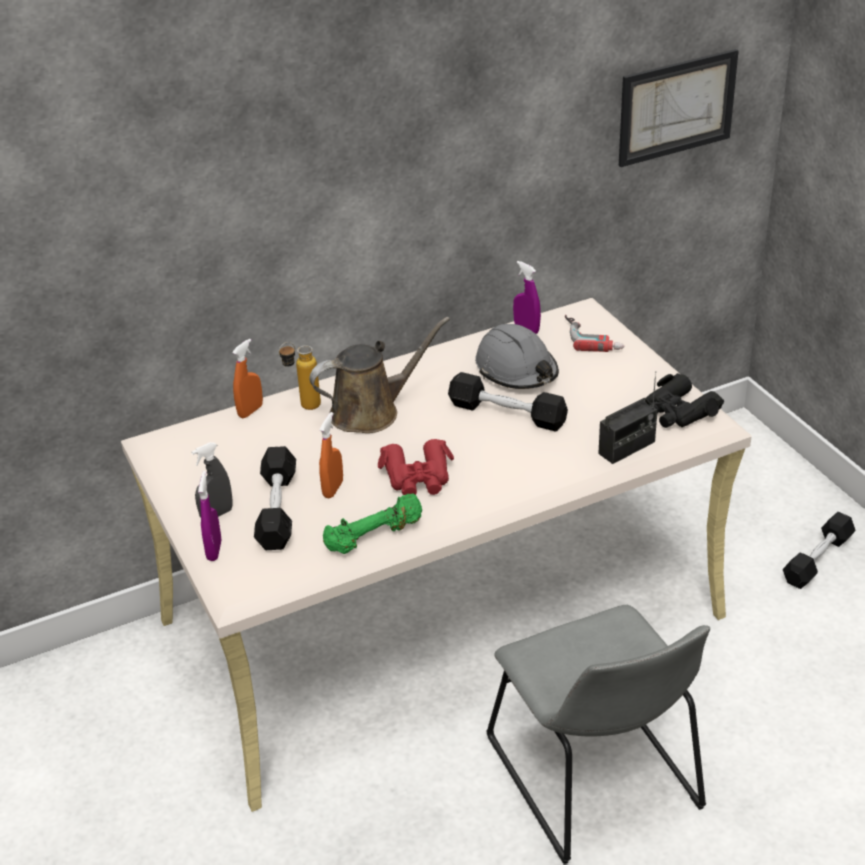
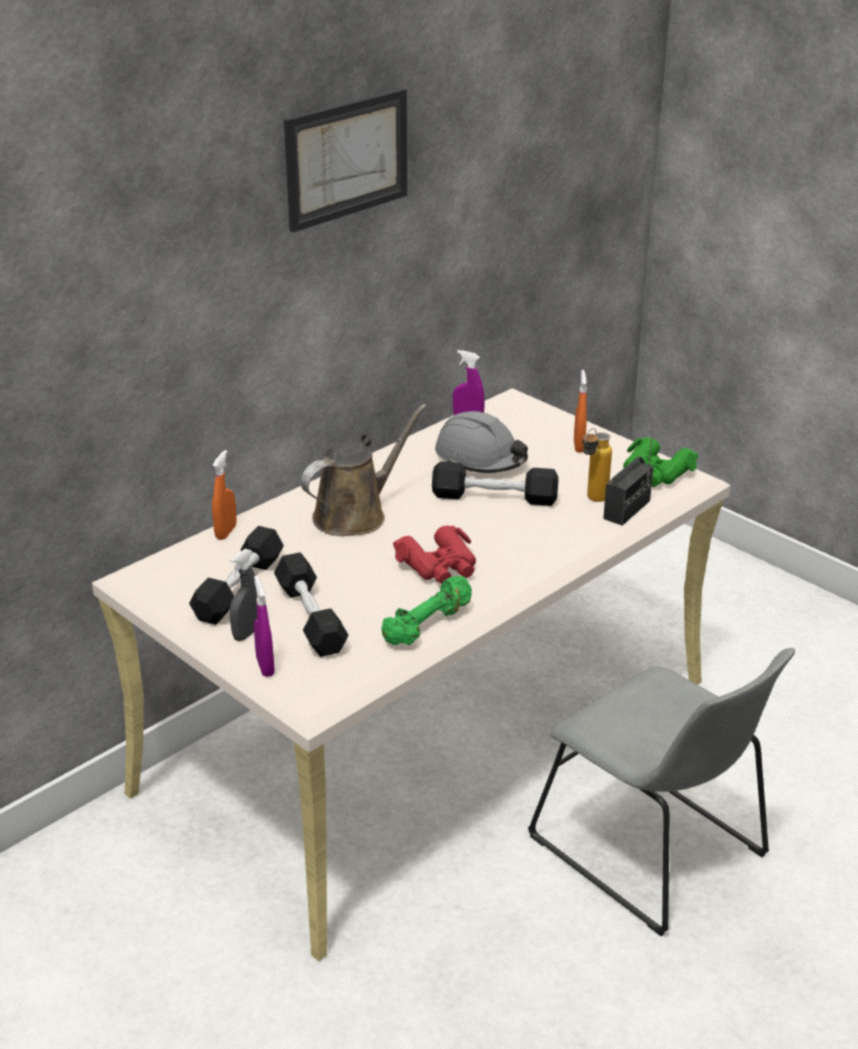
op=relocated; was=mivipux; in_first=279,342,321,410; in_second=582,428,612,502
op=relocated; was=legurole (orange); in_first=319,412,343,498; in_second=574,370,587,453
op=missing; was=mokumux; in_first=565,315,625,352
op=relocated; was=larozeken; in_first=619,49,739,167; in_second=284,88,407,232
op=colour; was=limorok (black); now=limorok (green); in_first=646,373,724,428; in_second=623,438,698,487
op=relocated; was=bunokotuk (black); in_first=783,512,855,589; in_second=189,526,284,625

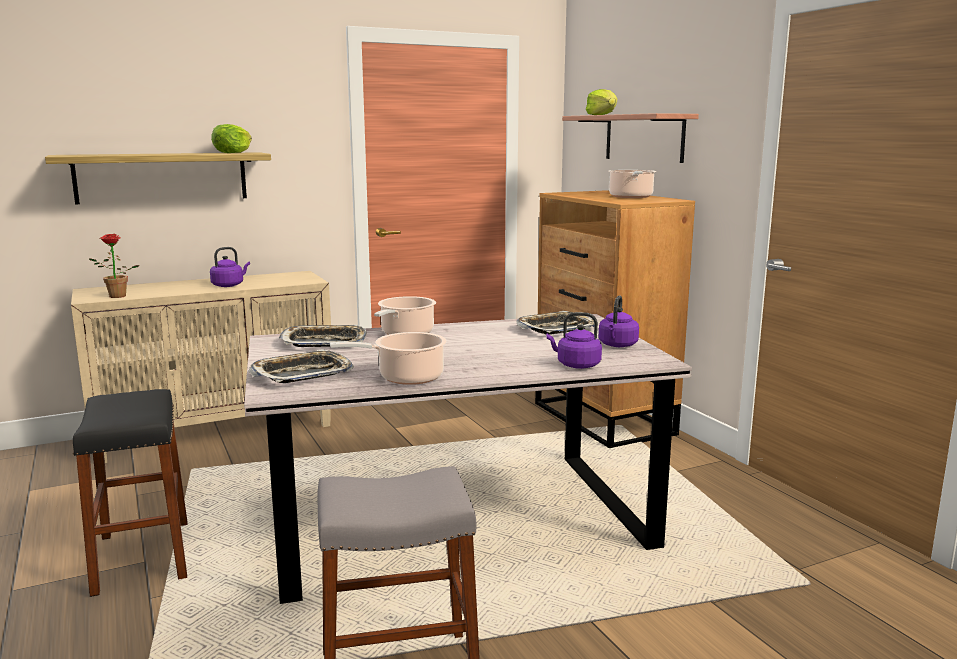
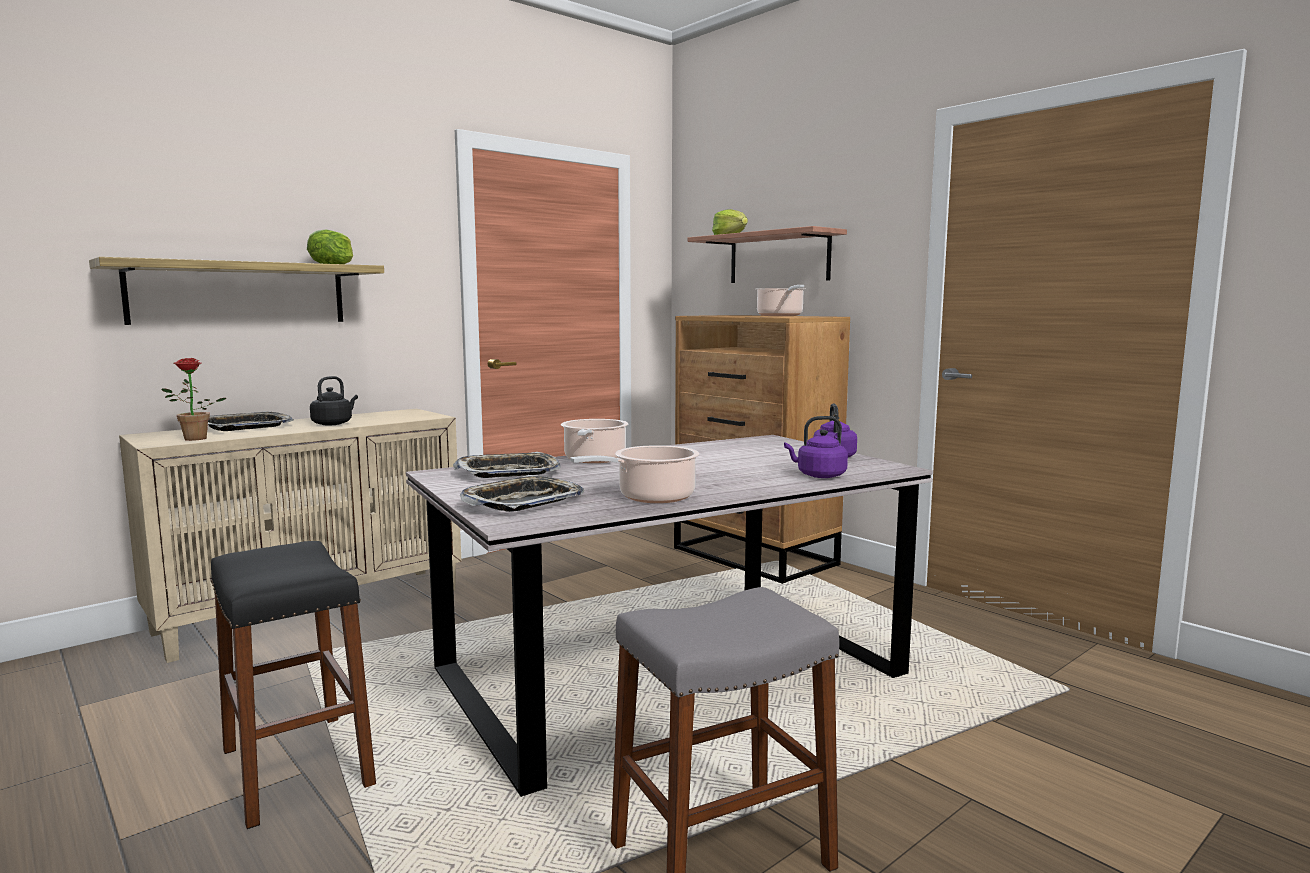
op=colour; was=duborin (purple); now=duborin (black); in_first=210,247,250,287; in_second=310,376,358,425
op=relocated; was=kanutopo; in_first=516,311,595,335; in_second=208,411,294,431

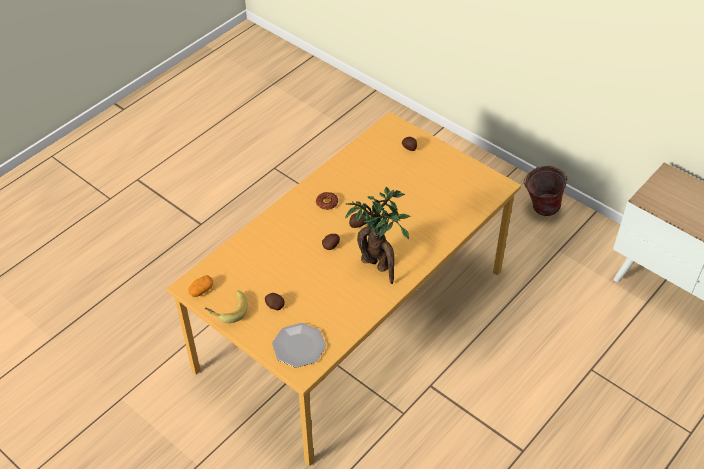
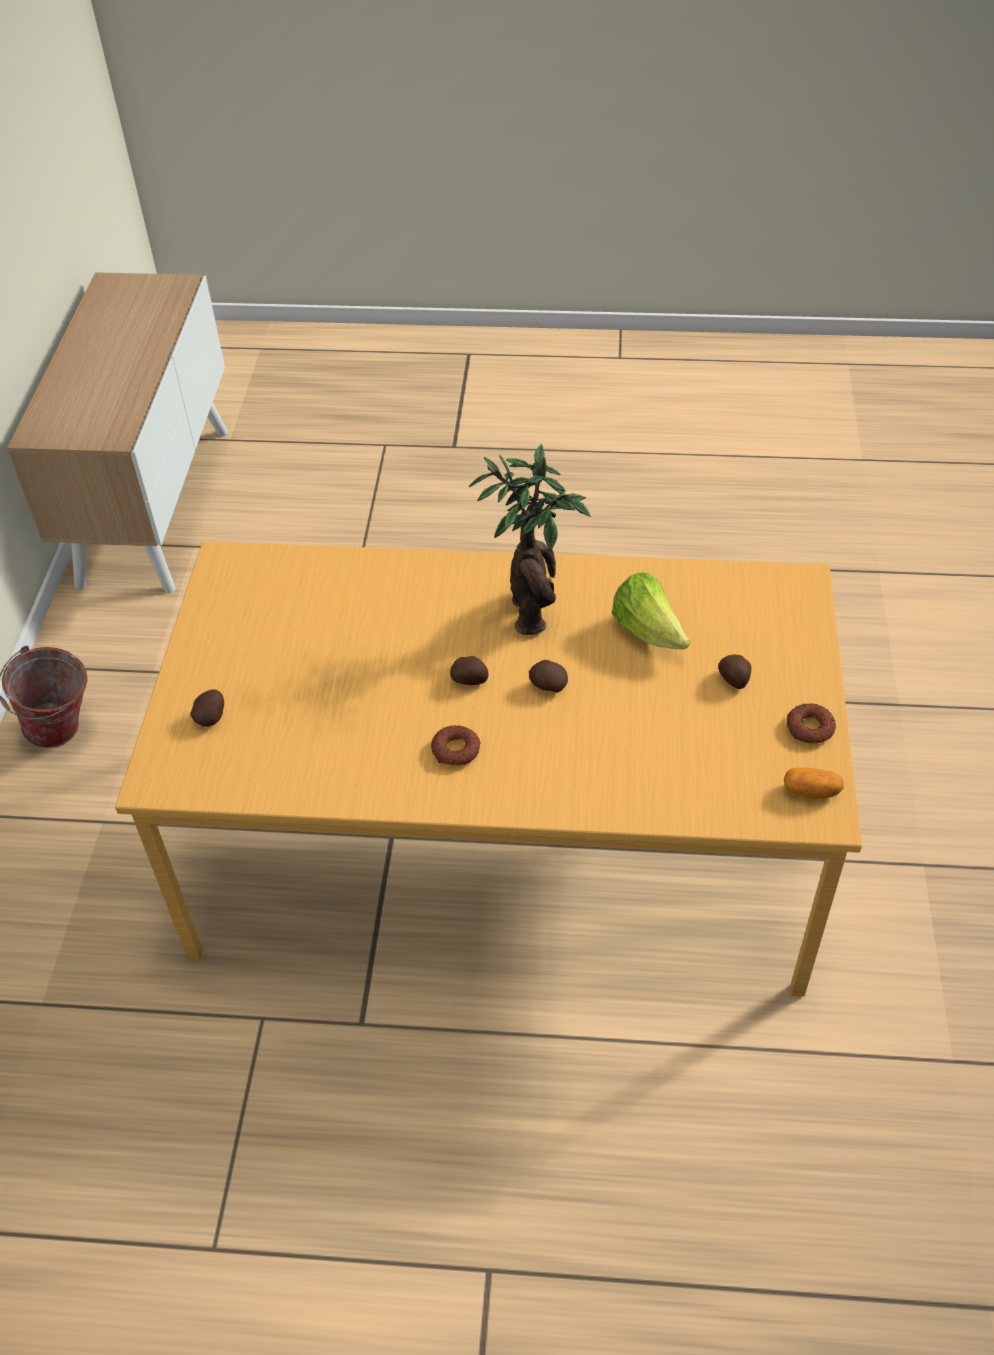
op=exchanged; was=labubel; now=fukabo; in_first=204,291,248,323; in_second=787,703,836,744
op=missing; was=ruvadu; in_first=272,323,326,368
op=appeared; now=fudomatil; in_second=612,572,690,650

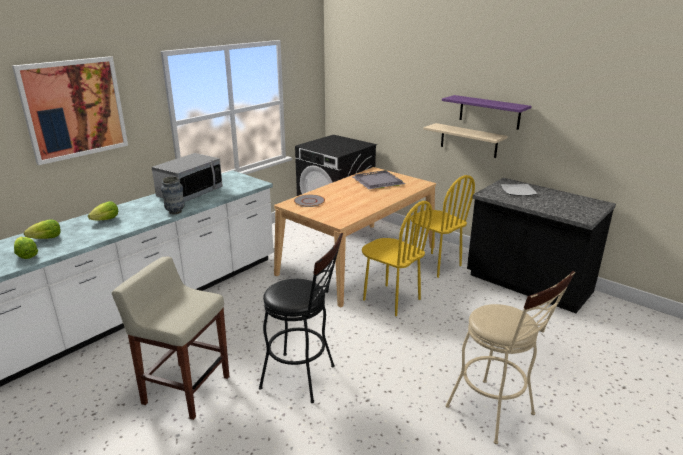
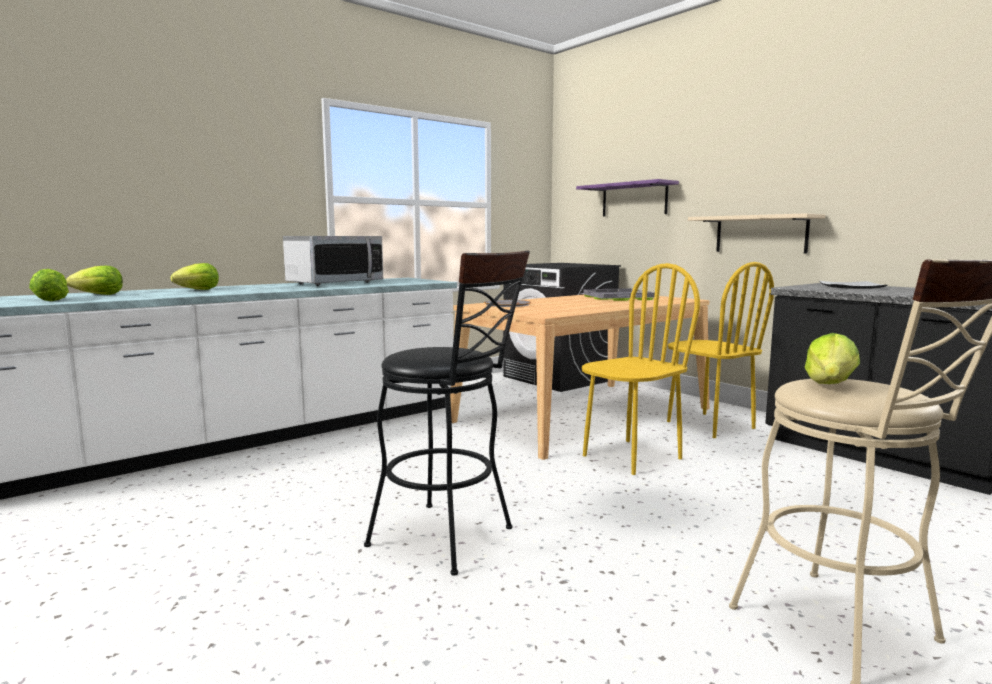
op=missing; was=larozeken; in_first=12,56,128,165
op=missing; was=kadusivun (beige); in_first=112,257,229,420
op=missing; was=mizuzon; in_first=161,177,185,214
op=spun; was=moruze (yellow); in_first=362,201,432,316; in_second=582,263,700,475; clockwise=-90
op=relocated; was=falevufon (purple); in_first=442,95,532,130; in_second=576,179,679,217
op=appeared; now=fudomatil; in_second=805,333,860,384

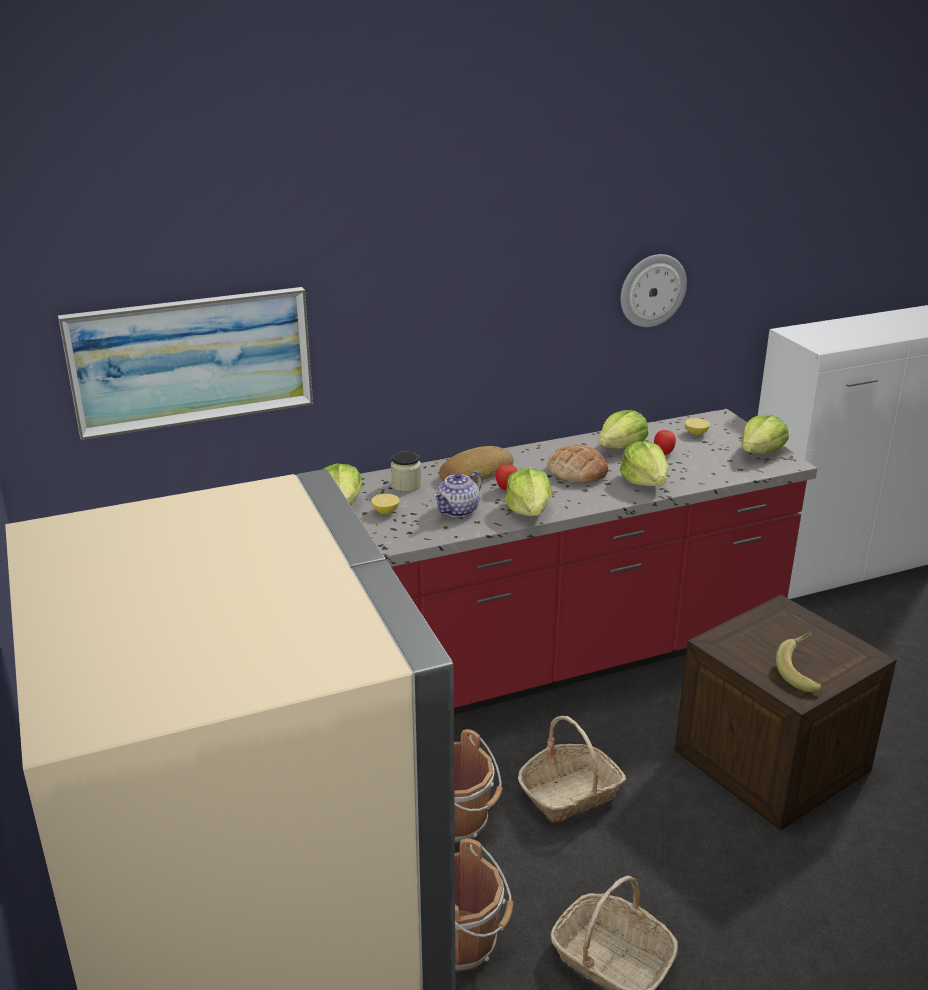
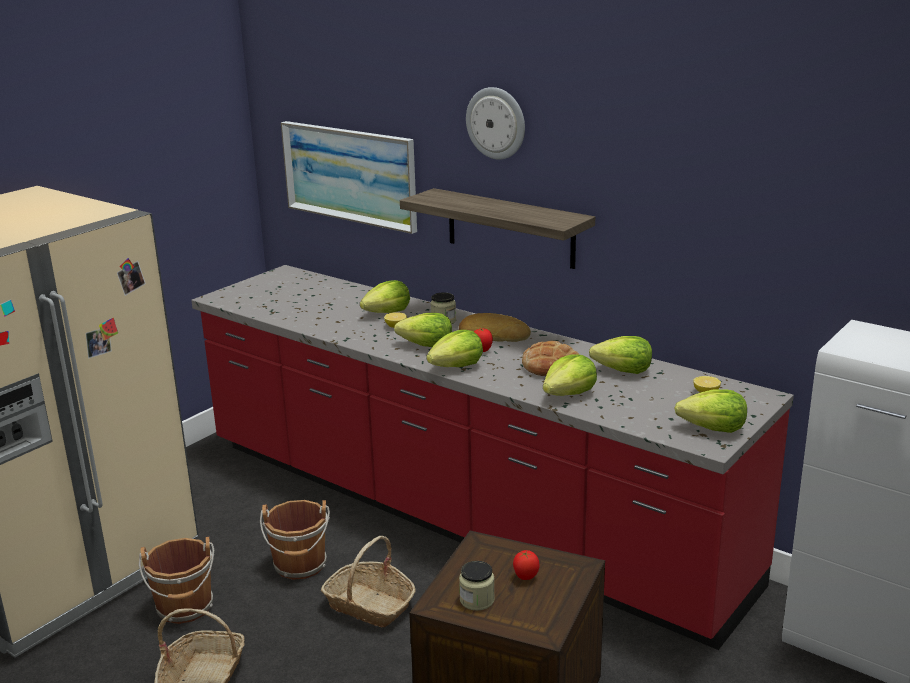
op=exchanged; was=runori; now=fudomatil; in_first=433,471,482,517; in_second=394,313,452,347
op=relocated; was=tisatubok; in_first=621,254,687,327; in_second=466,87,525,160
op=relocated; was=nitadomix; in_first=654,430,676,455; in_second=513,550,539,580
op=exchanged; was=labubel; now=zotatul; in_first=776,630,822,692; in_second=459,561,495,611
op=appeared; now=falevufon; in_second=400,188,595,269

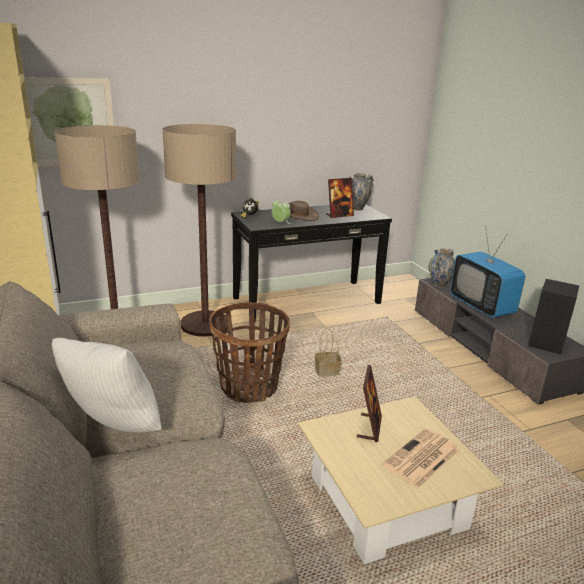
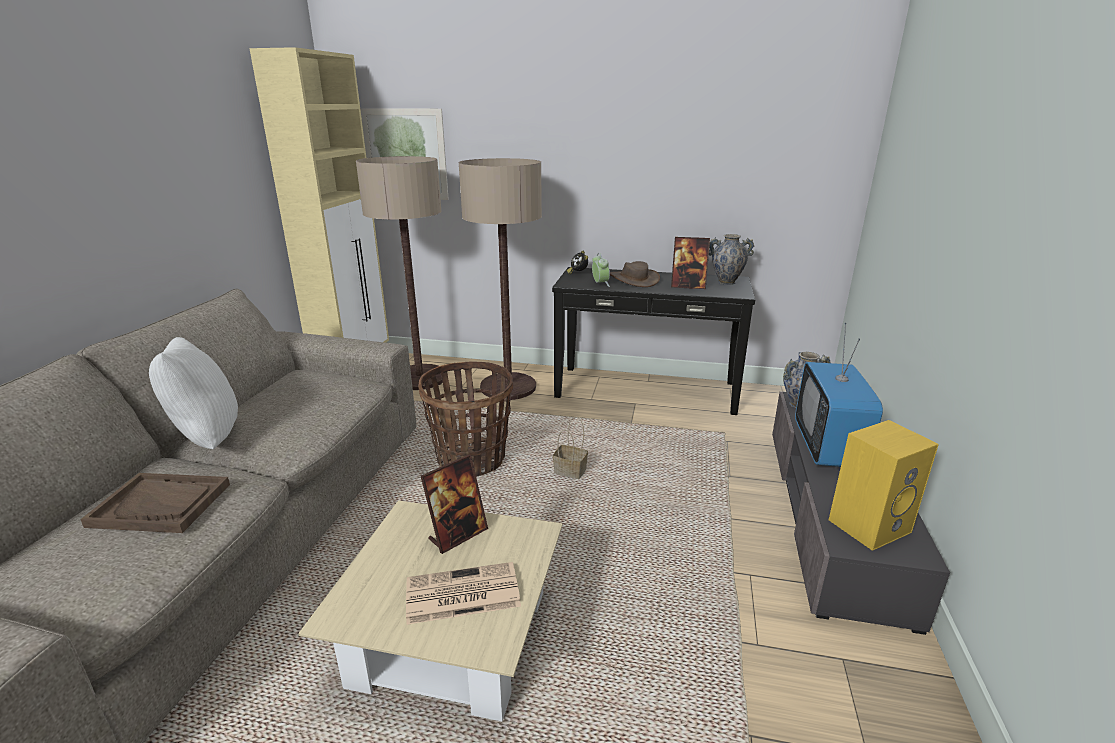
op=colour; was=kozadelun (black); now=kozadelun (yellow); in_first=528,279,579,355; in_second=829,420,939,551
op=appeared; now=kanutopo (brown); in_second=80,473,230,533

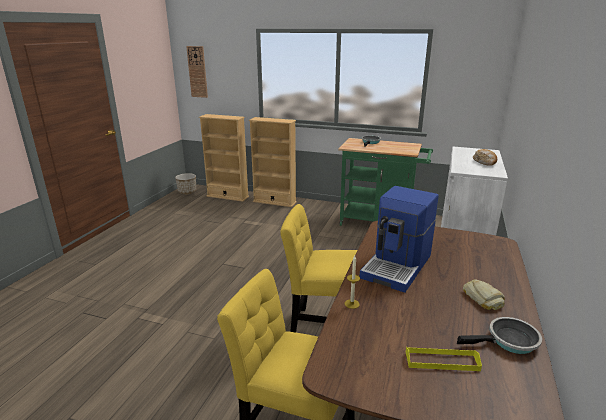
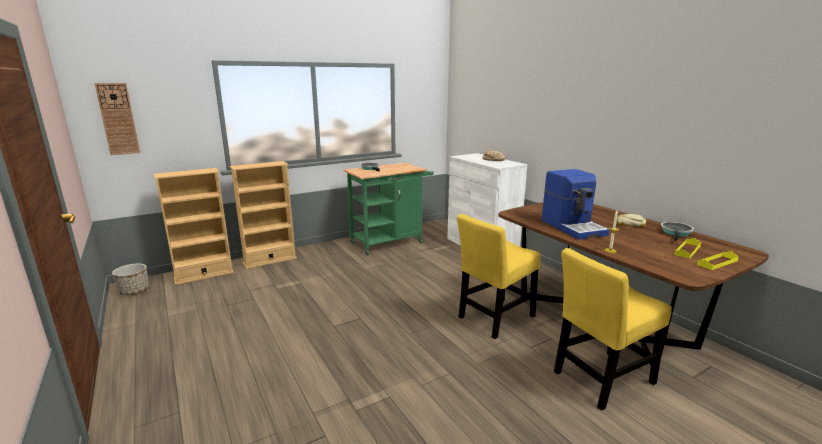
op=appeared; now=kanutopo (yellow); in_second=697,251,739,270

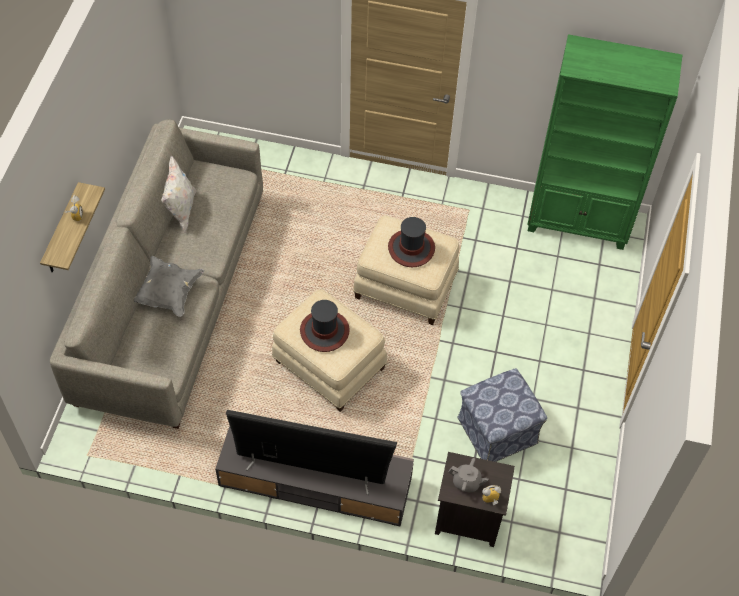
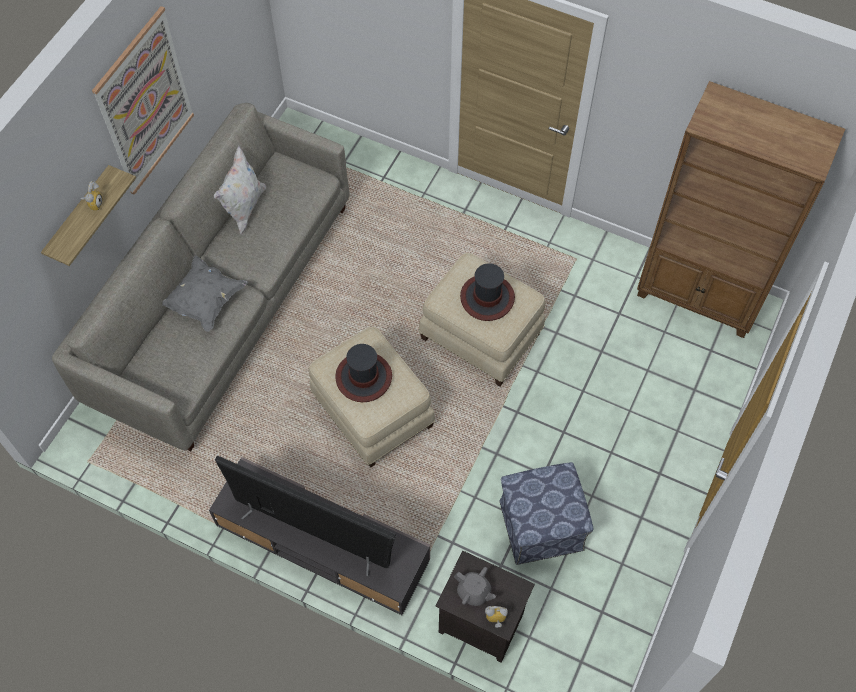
op=colour; was=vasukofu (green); now=vasukofu (brown); in_first=527,34,682,250; in_second=637,81,845,338
op=appeared; now=larozeken; in_second=92,6,194,195

